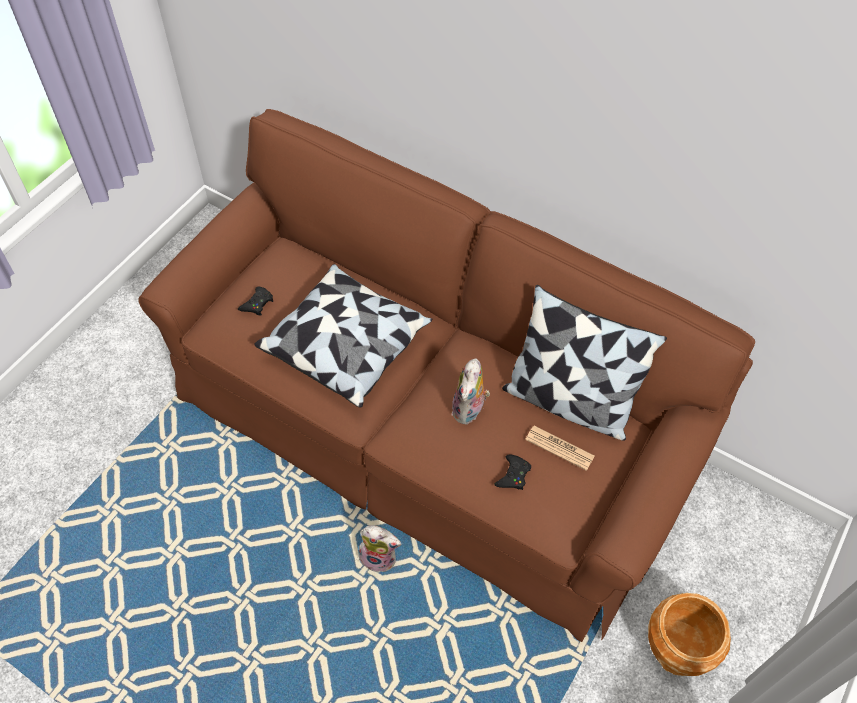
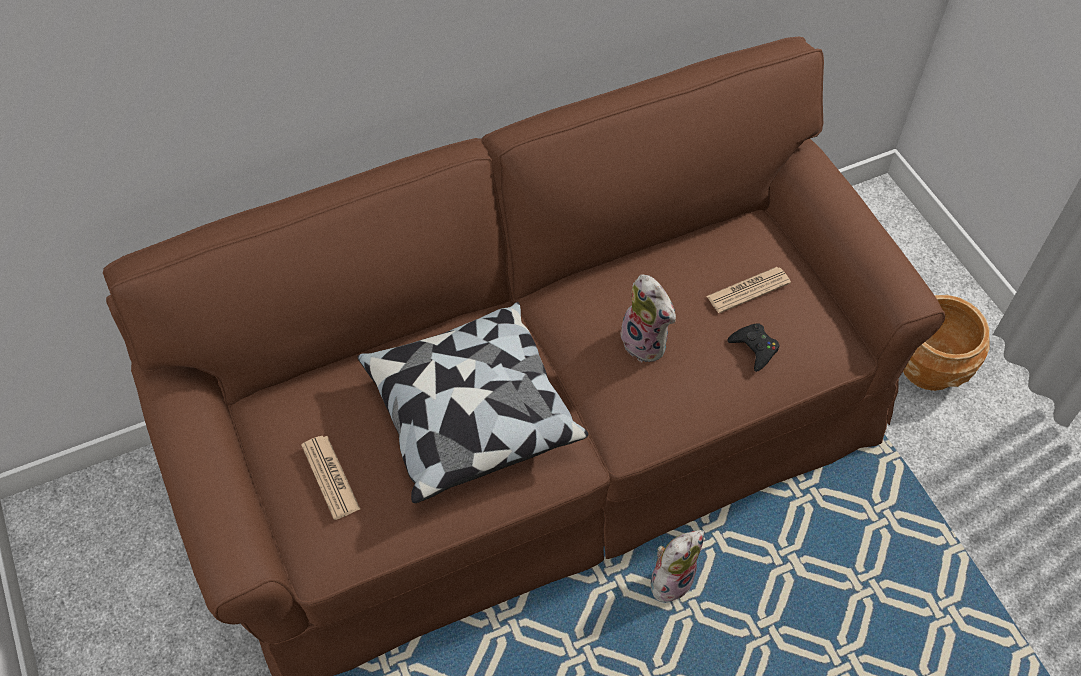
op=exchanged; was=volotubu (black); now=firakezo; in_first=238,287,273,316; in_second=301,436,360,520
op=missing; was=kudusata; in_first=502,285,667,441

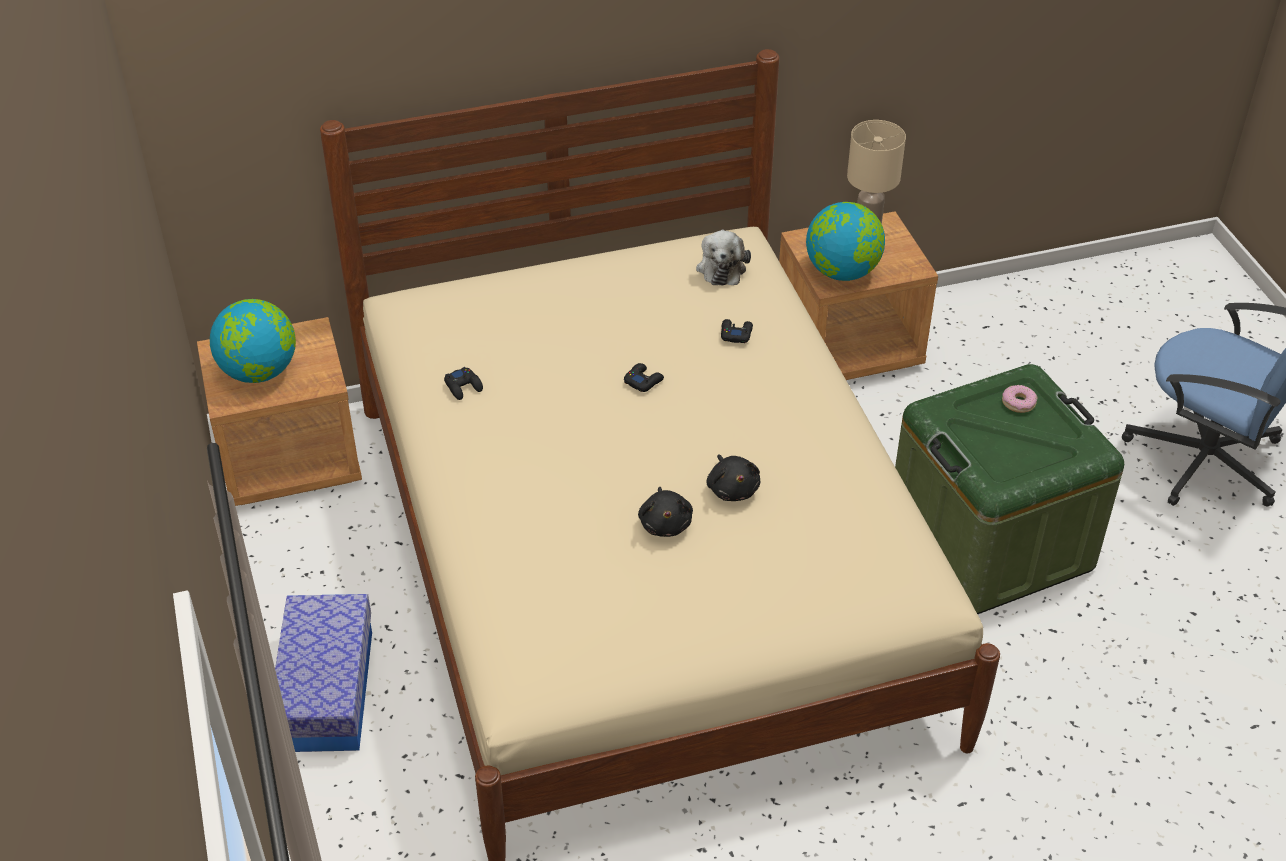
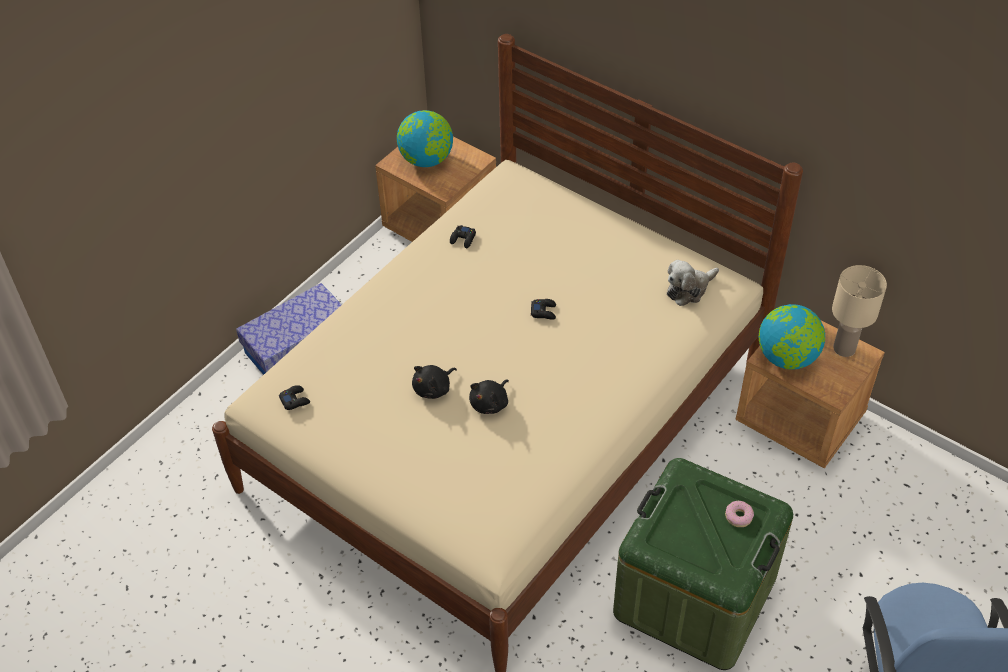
op=relocated; was=volotubu (black); in_first=721,319,753,343; in_second=279,385,310,410

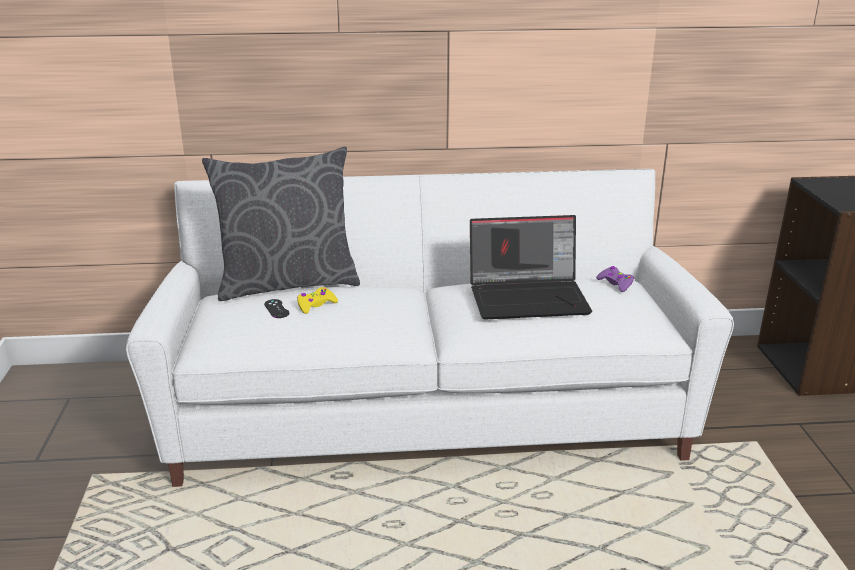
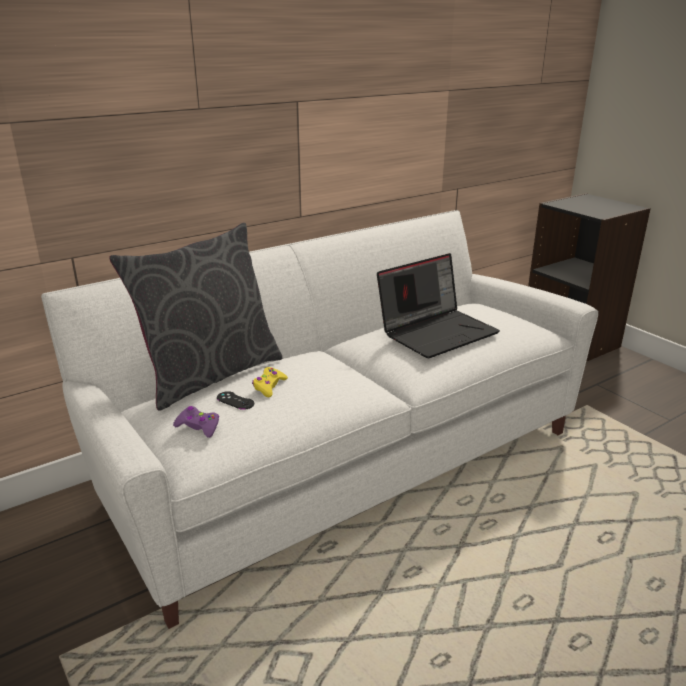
op=relocated; was=volotubu (purple); in_first=596,266,634,292; in_second=173,406,219,438

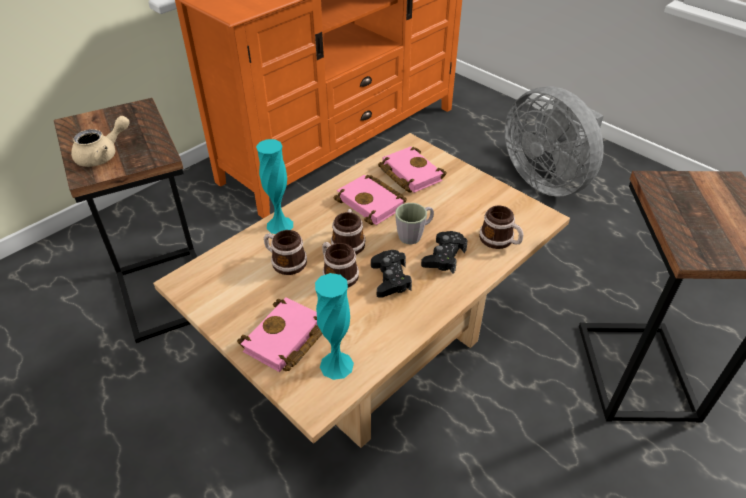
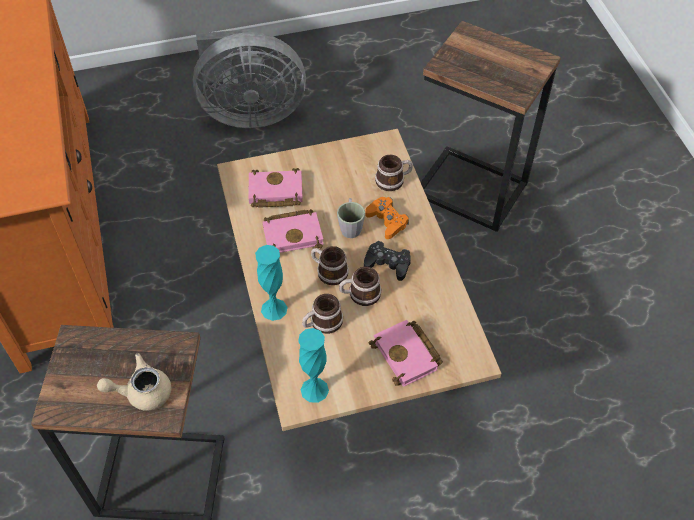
op=spun; was=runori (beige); in_first=71,116,130,167; in_second=97,353,171,410; clockwise=-90
op=relocated; was=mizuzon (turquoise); in_first=315,273,354,380; in_second=298,328,329,403
op=colour; was=volotubu (black); now=volotubu (orange); in_first=421,231,468,274; in_second=365,197,409,239

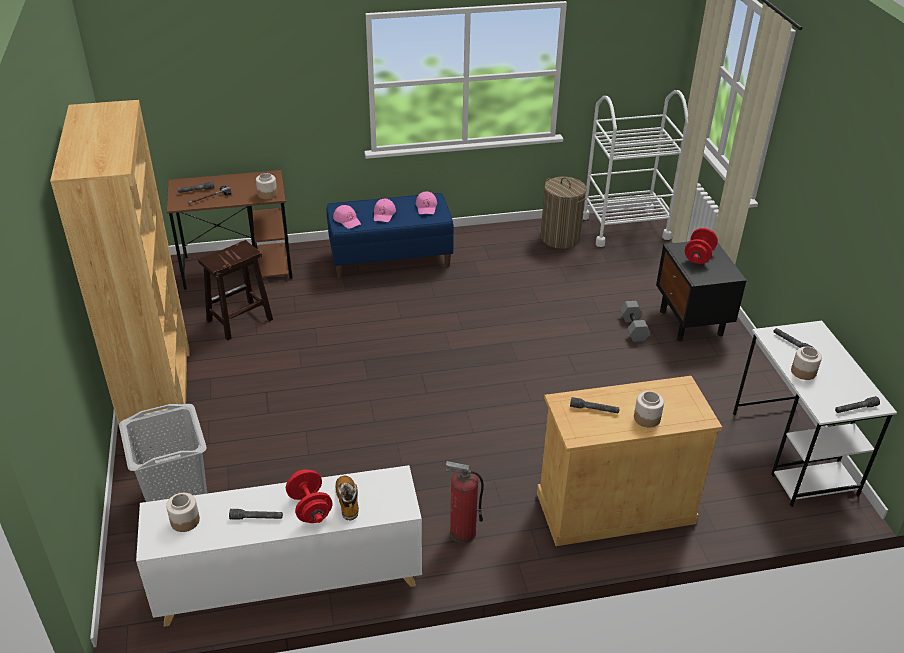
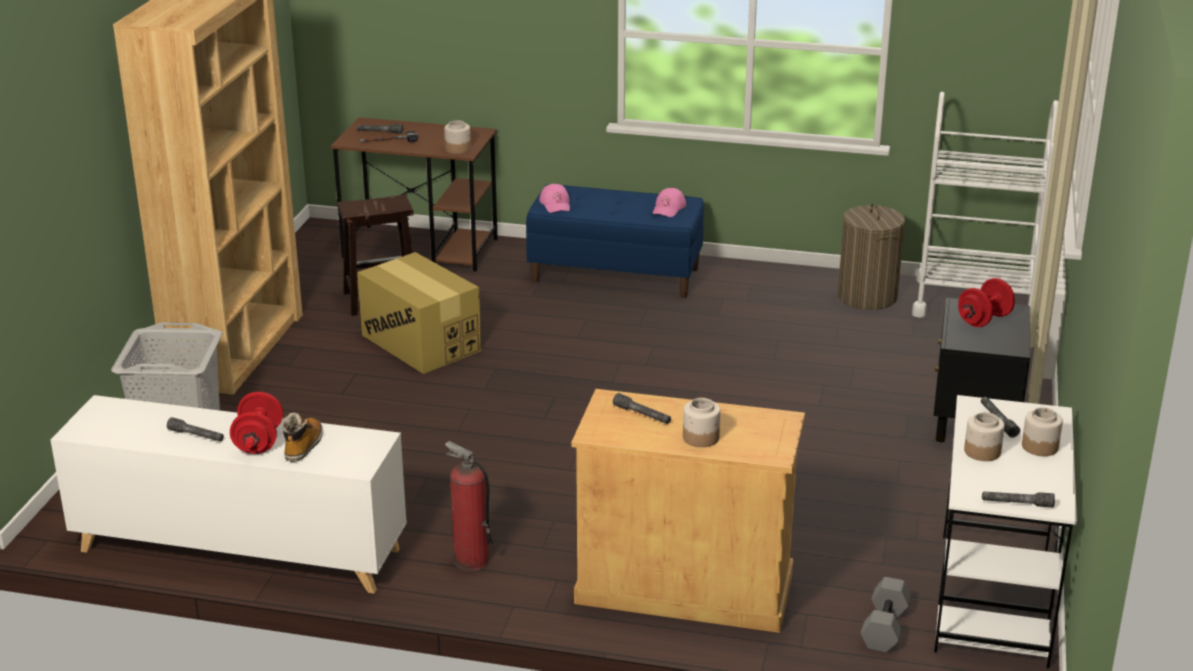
op=relocated; was=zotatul; in_first=166,493,200,532; in_second=1022,407,1063,456
op=missing; was=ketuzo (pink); in_first=374,199,396,222
op=relocated; was=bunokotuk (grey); in_first=620,301,650,342; in_second=861,577,911,653
op=appeared; now=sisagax; in_second=357,252,481,374

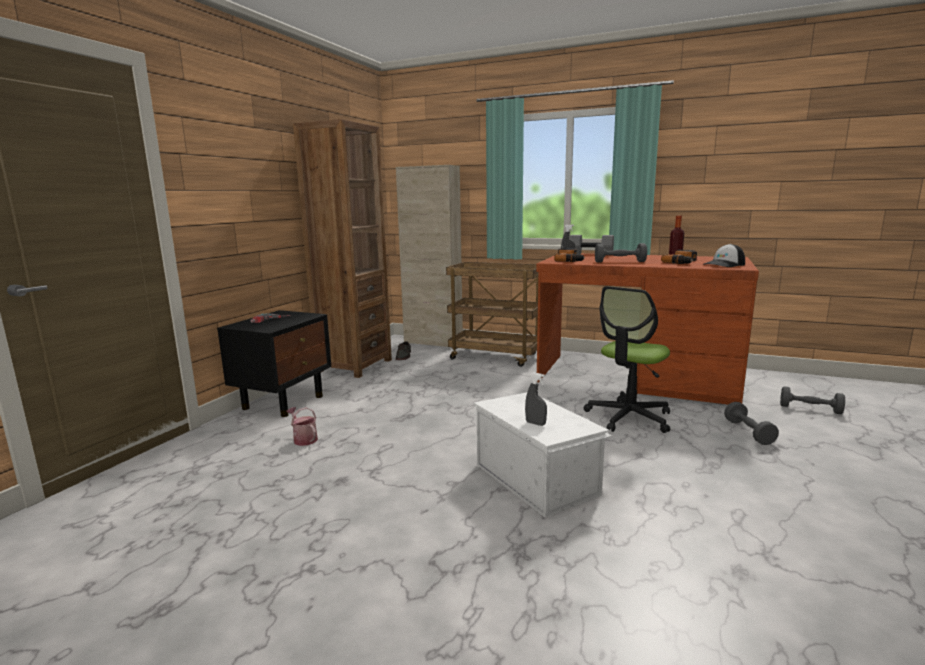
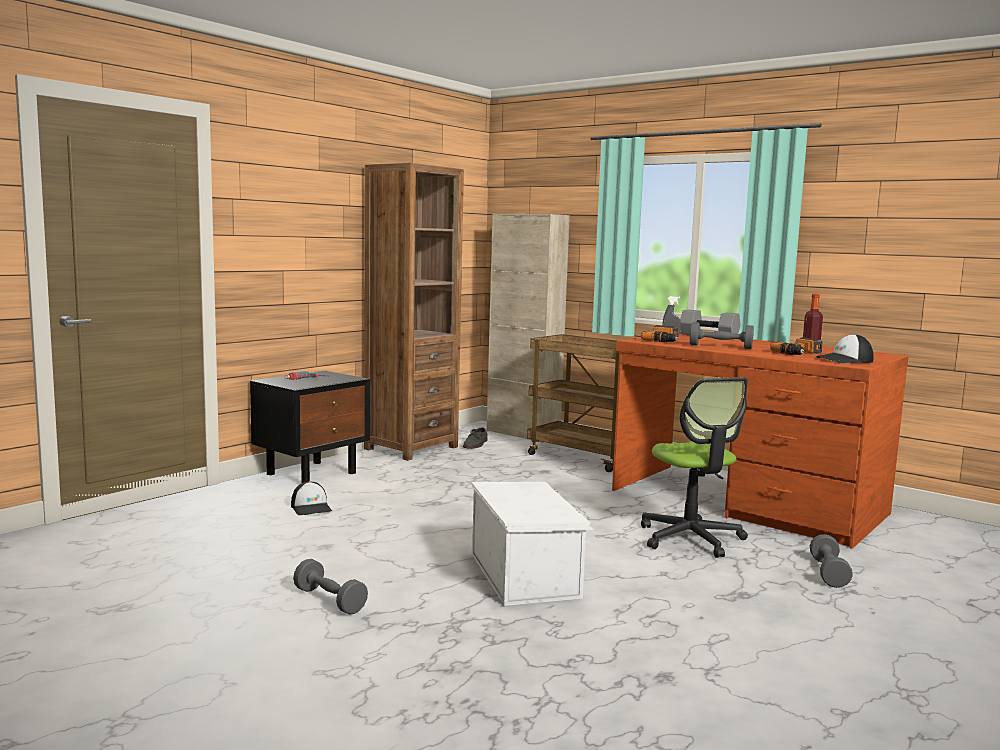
op=exchanged; was=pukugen; now=ketuzo; in_first=287,407,318,446; in_second=291,482,332,515
op=missing; was=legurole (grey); in_first=525,372,547,426
op=spun; was=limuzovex; in_first=584,286,670,433; in_second=641,377,748,558; clockwise=-75
op=relocated; was=bunokotuk (grey); in_first=780,386,845,414; in_second=293,559,368,615

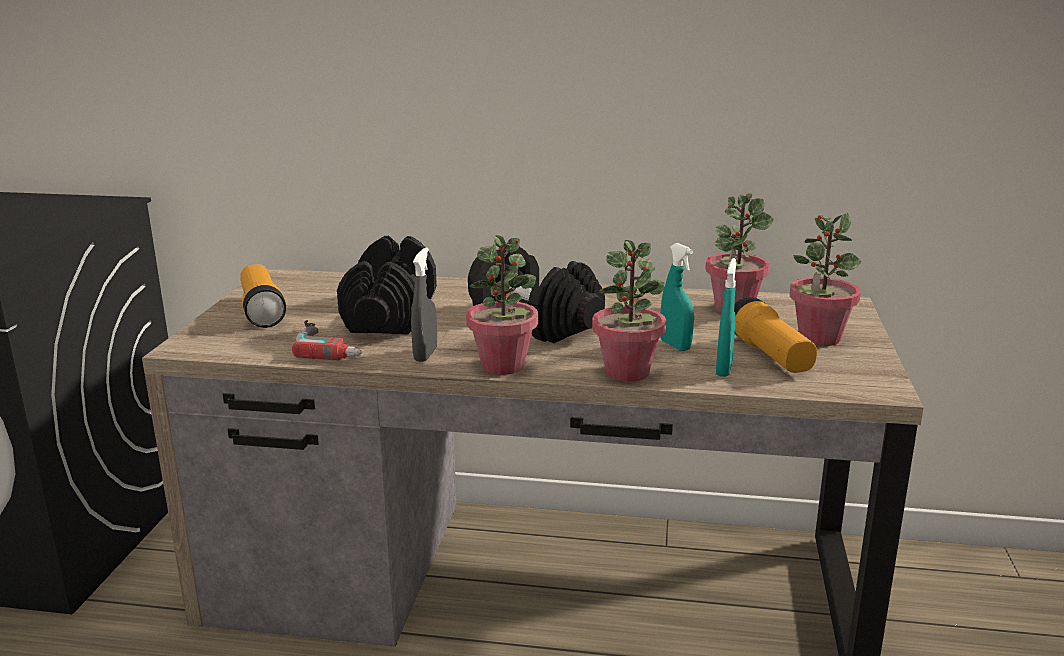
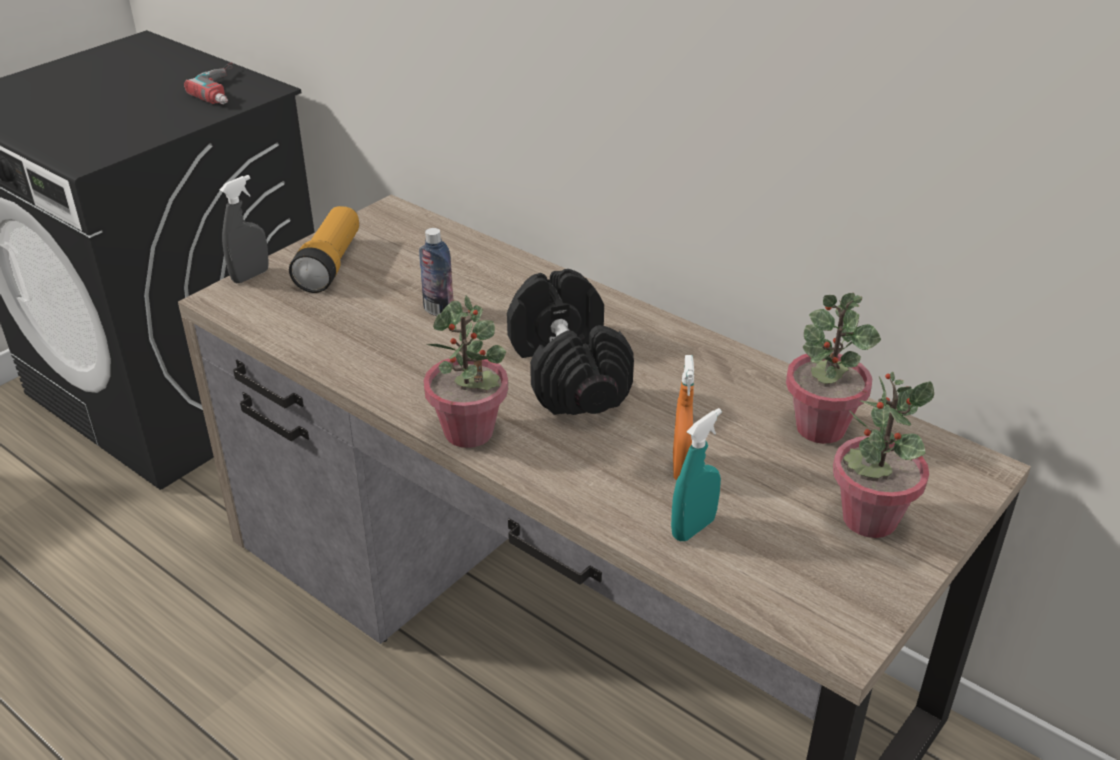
op=relocated; was=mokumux; in_first=292,320,362,360; in_second=184,62,233,104
op=exchanged; was=bunokotuk (black); now=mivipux; in_first=337,236,437,335; in_second=419,228,454,316
op=relocated; was=legurole (grey); in_first=411,248,437,362; in_second=220,175,269,283
op=missing; was=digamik; in_first=592,240,666,382
op=colour; was=legurole (turquoise); now=legurole (orange); in_first=661,243,694,351; in_second=673,355,694,480
op=missing; was=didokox; in_first=734,297,817,373

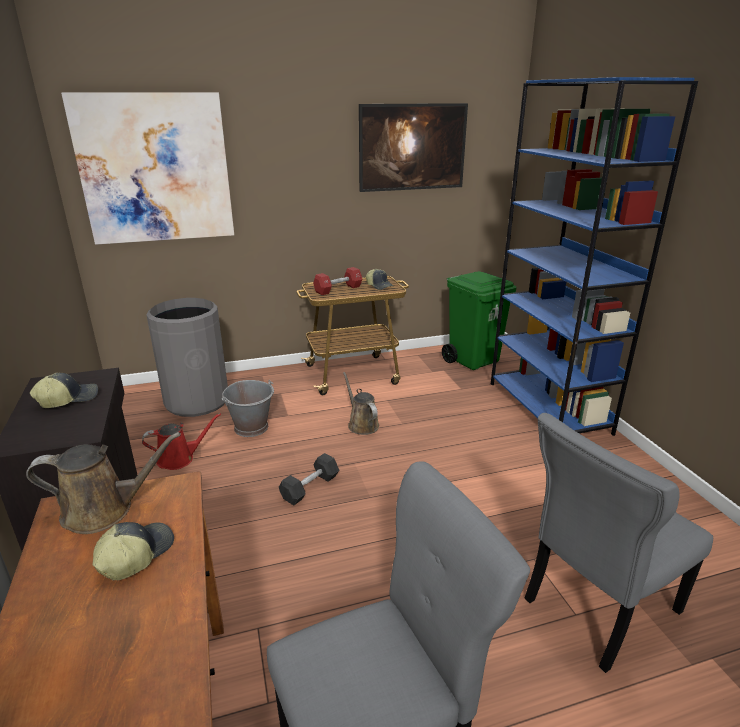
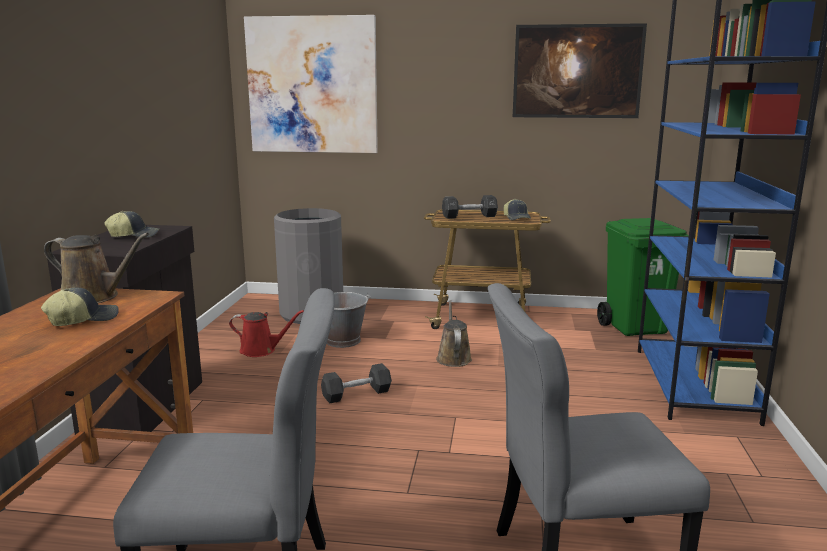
op=colour; was=bunokotuk (red); now=bunokotuk (black); in_first=313,267,363,295; in_second=442,195,498,219

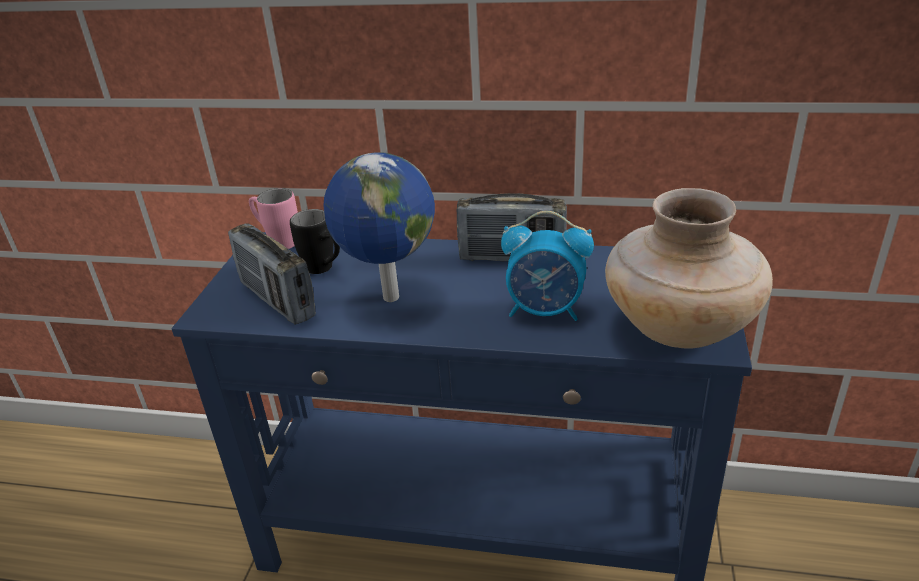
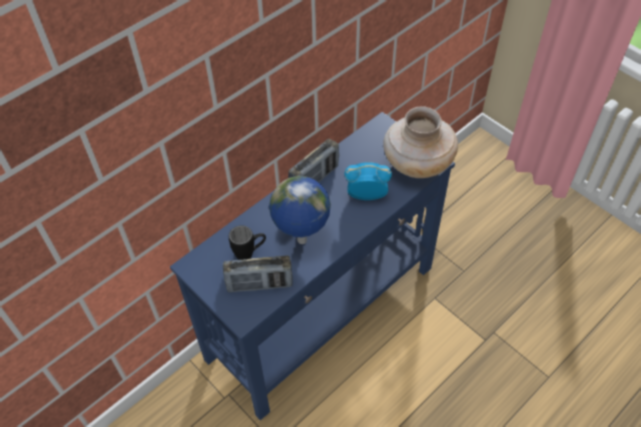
op=missing; was=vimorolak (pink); in_first=249,188,298,249
op=spun; was=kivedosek; in_first=501,211,594,321; in_second=344,162,392,200; clockwise=-135

